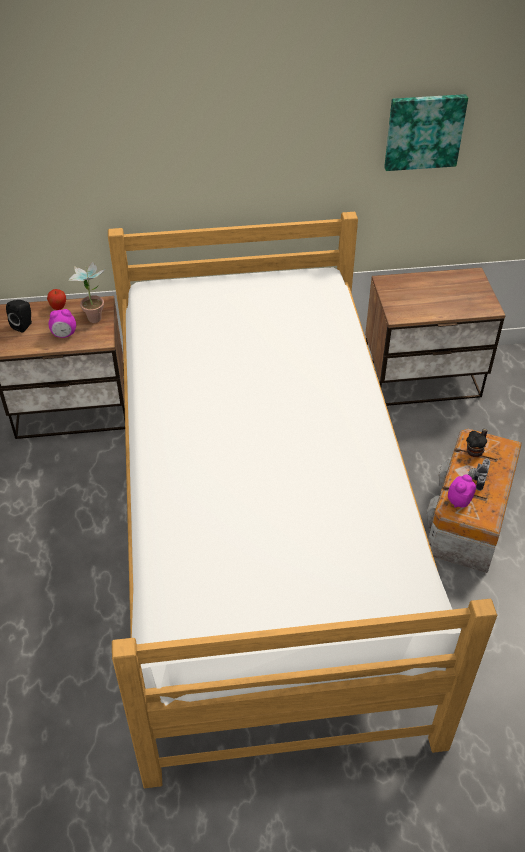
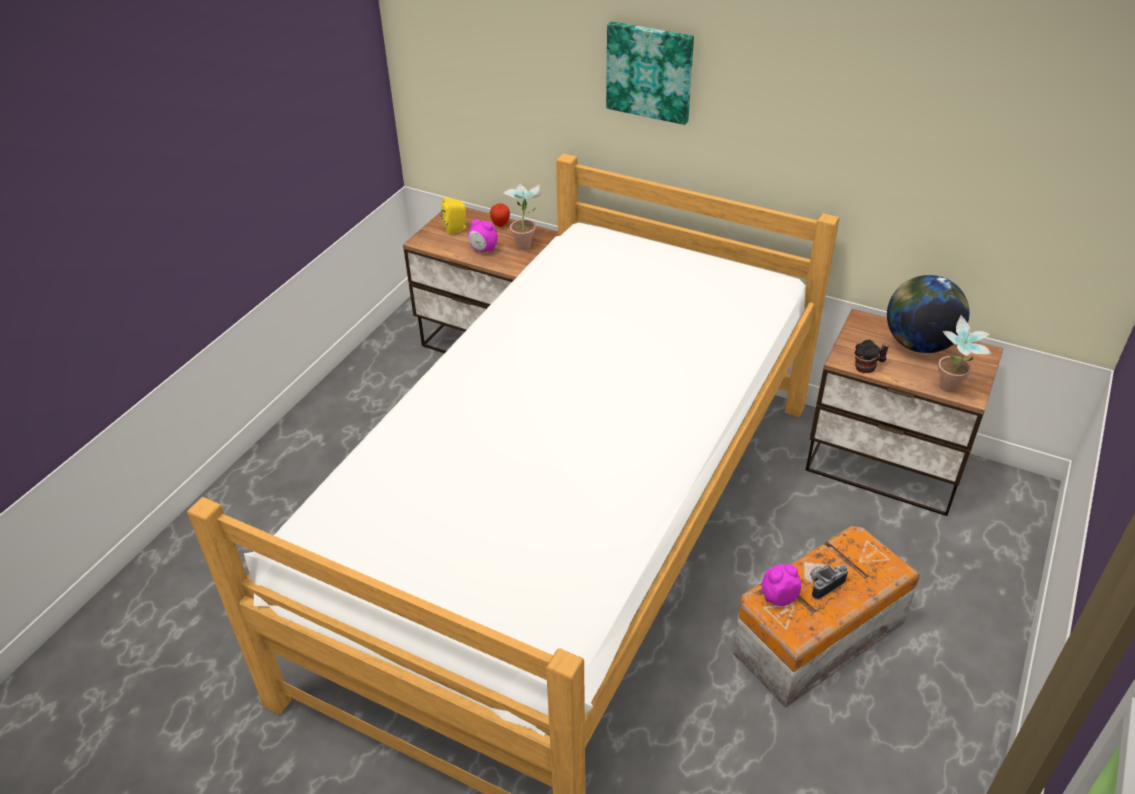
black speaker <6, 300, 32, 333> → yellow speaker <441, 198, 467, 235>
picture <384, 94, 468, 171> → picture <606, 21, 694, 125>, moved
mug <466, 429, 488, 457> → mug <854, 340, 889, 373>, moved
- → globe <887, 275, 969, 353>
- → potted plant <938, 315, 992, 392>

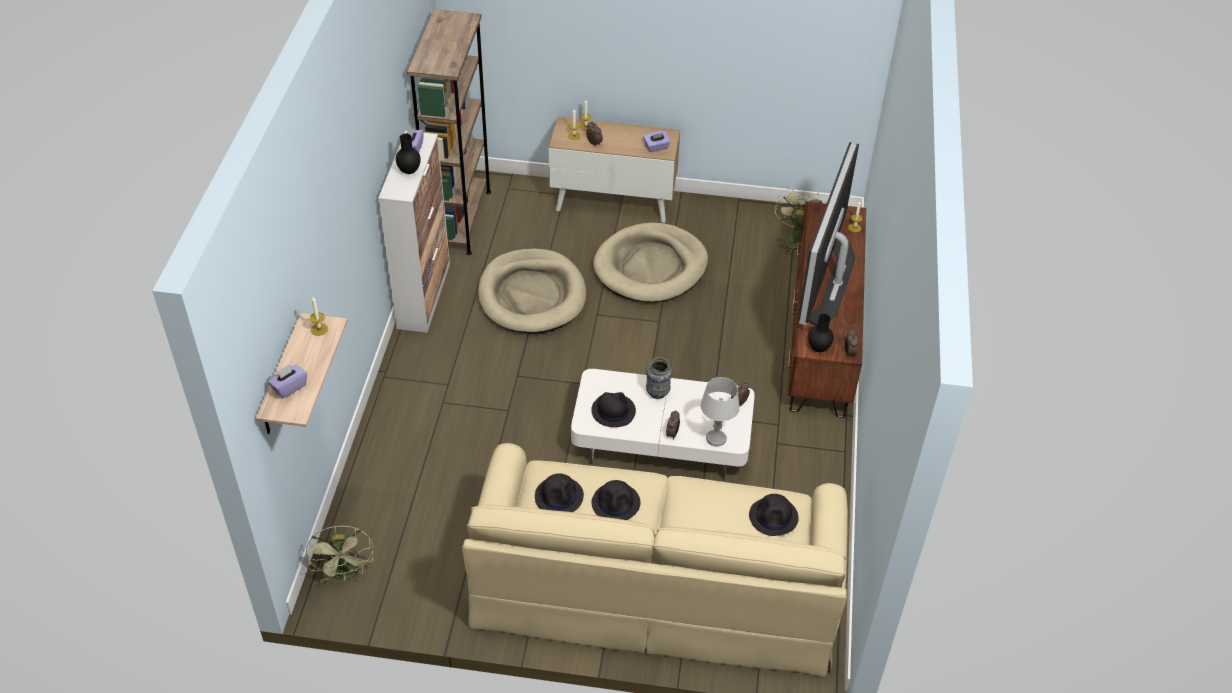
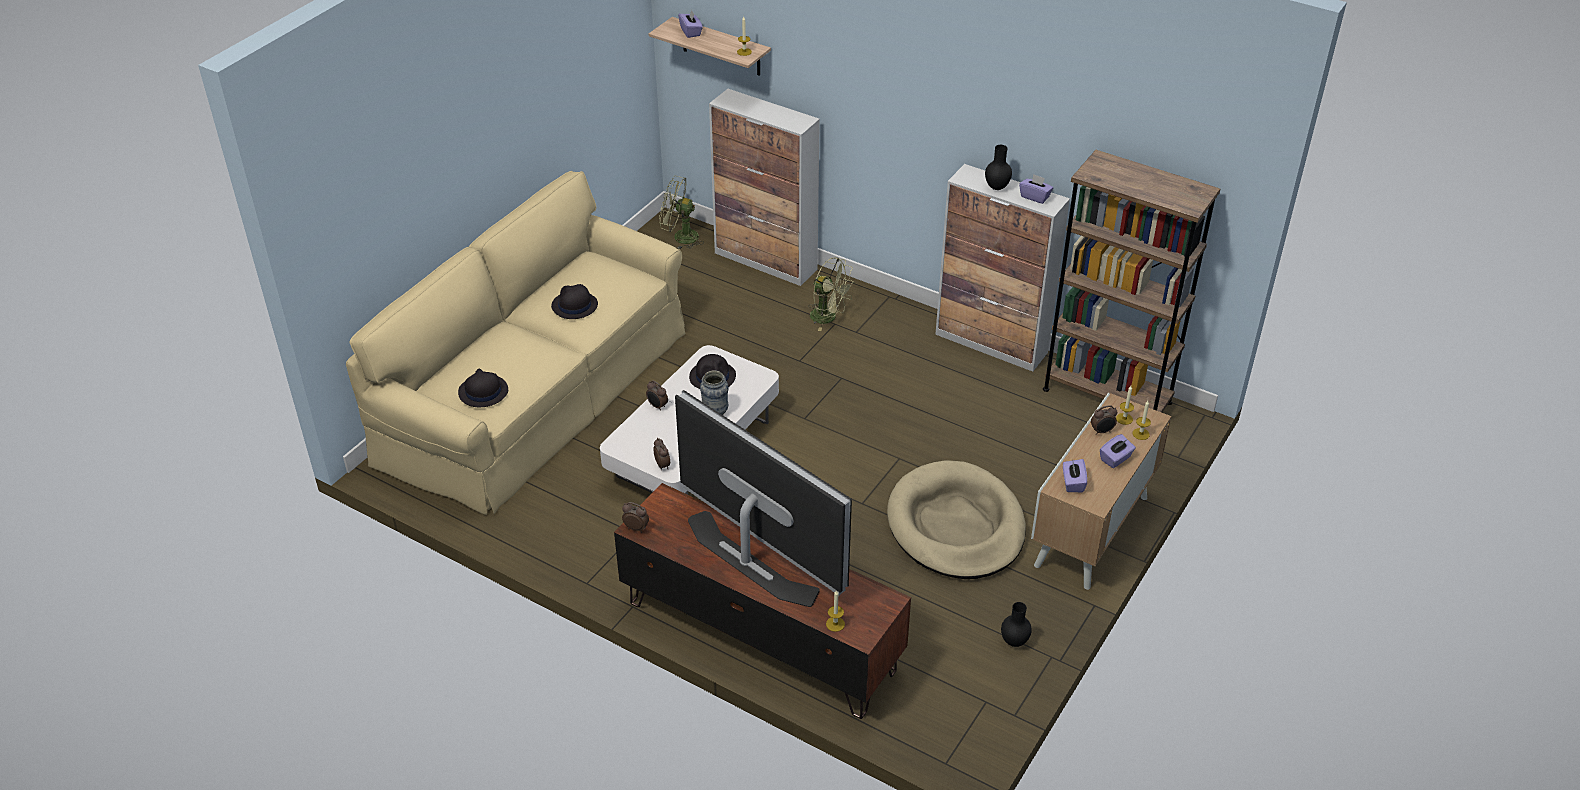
- → cabinet <709, 89, 820, 286>
green fan <775, 188, 827, 254> → green fan <808, 257, 855, 331>, moved
black vase <808, 314, 834, 352> → black vase <1001, 602, 1032, 647>, moved
- → purple tissue box <1100, 434, 1136, 468>
beige dog bed <478, 249, 586, 333> → -
black hat <535, 473, 584, 512> → -
grey table lamp <700, 377, 740, 446> → -

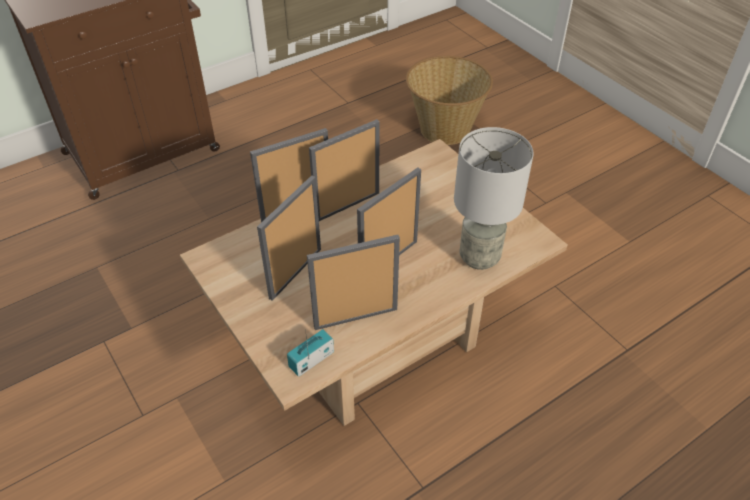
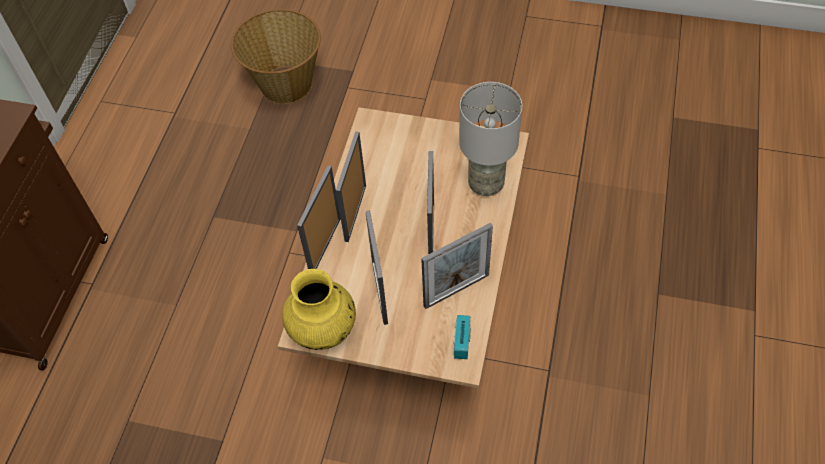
- → yellow vase <282, 269, 356, 350>
picture frame <307, 235, 400, 330> → picture frame <421, 222, 493, 309>, 150 degrees counterclockwise

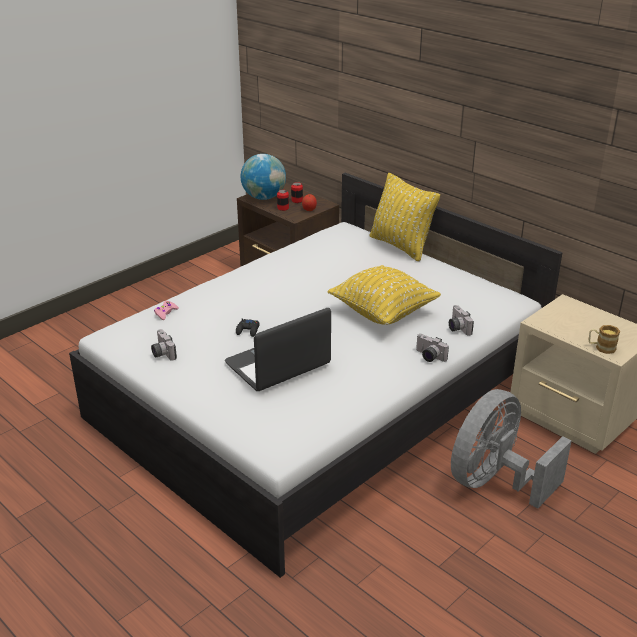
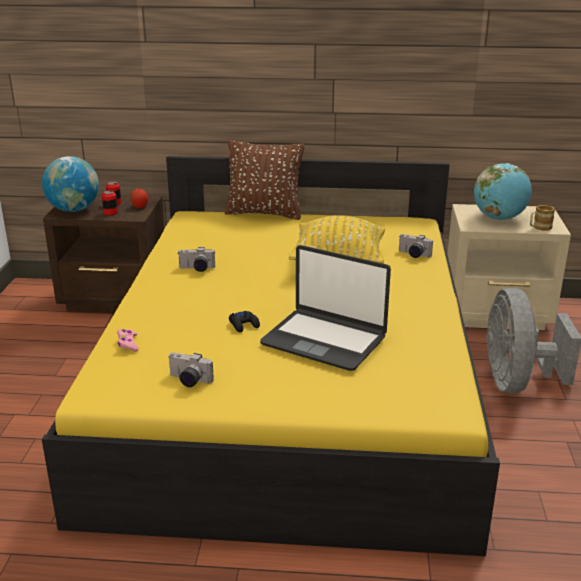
white bed <69, 173, 563, 578> → yellow bed <42, 156, 500, 556>
photo camera <416, 334, 449, 362> → photo camera <178, 247, 215, 272>, moved
yellow pillow <370, 173, 440, 262> → brown pillow <225, 140, 304, 220>
laptop <225, 308, 331, 391> → laptop <260, 245, 391, 371>, 75 degrees counterclockwise
- → globe <474, 163, 532, 220>

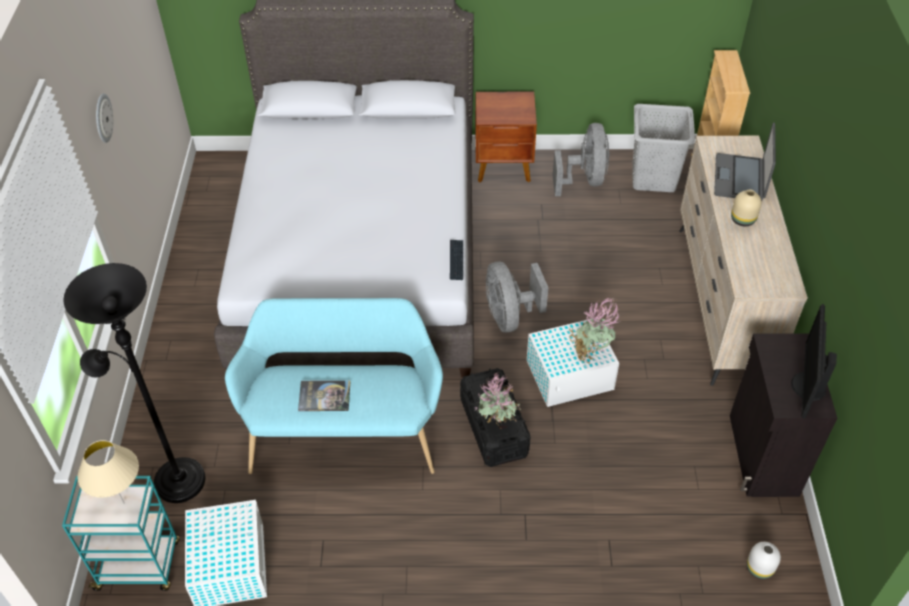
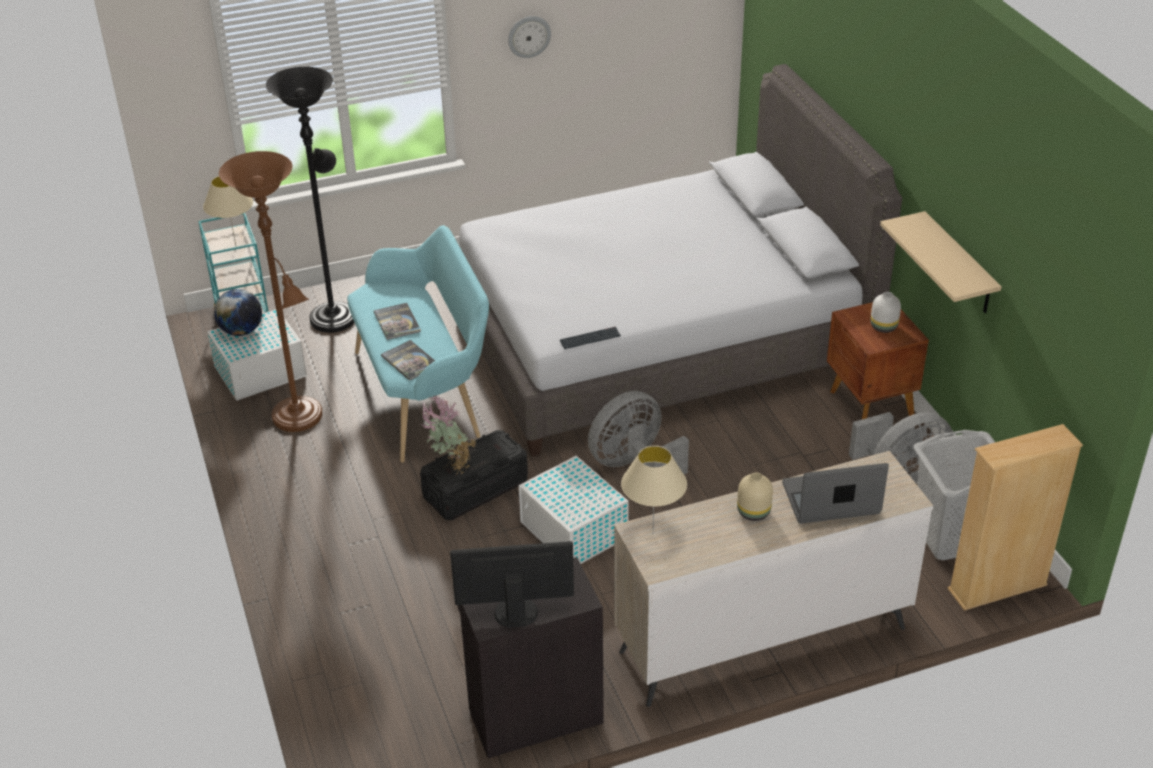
- → globe <214, 289, 262, 336>
- → brown floor lamp <219, 151, 323, 432>
- → book <381, 340, 435, 381>
- → beige table lamp <621, 445, 687, 533>
white vase <747, 542, 781, 579> → white vase <871, 292, 901, 333>, moved
- → beige shelf <880, 211, 1002, 313>
potted plant <569, 298, 621, 363> → -

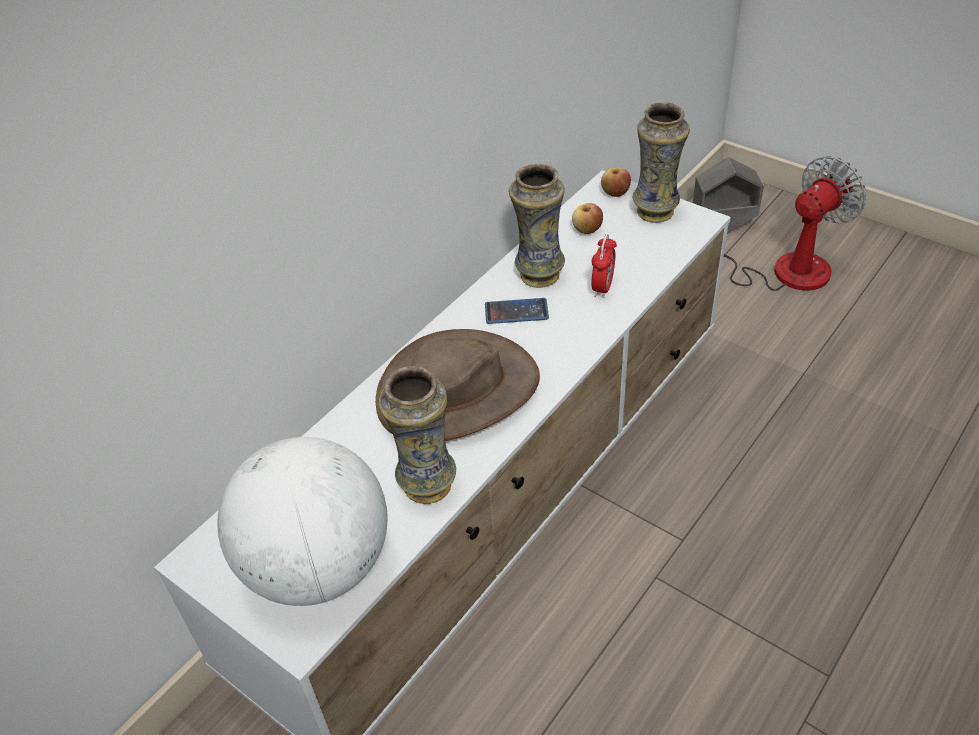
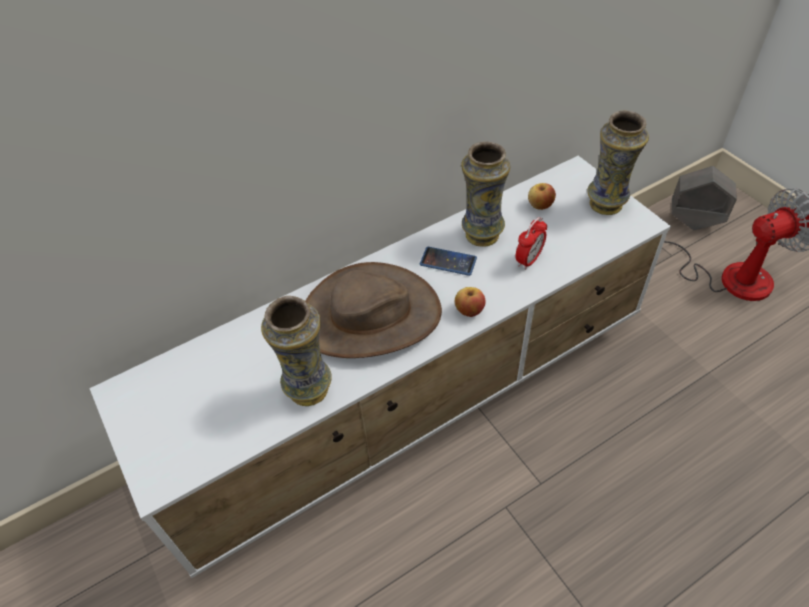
apple <601, 168, 631, 197> → apple <455, 287, 486, 317>, moved
globe <217, 437, 387, 606> → -

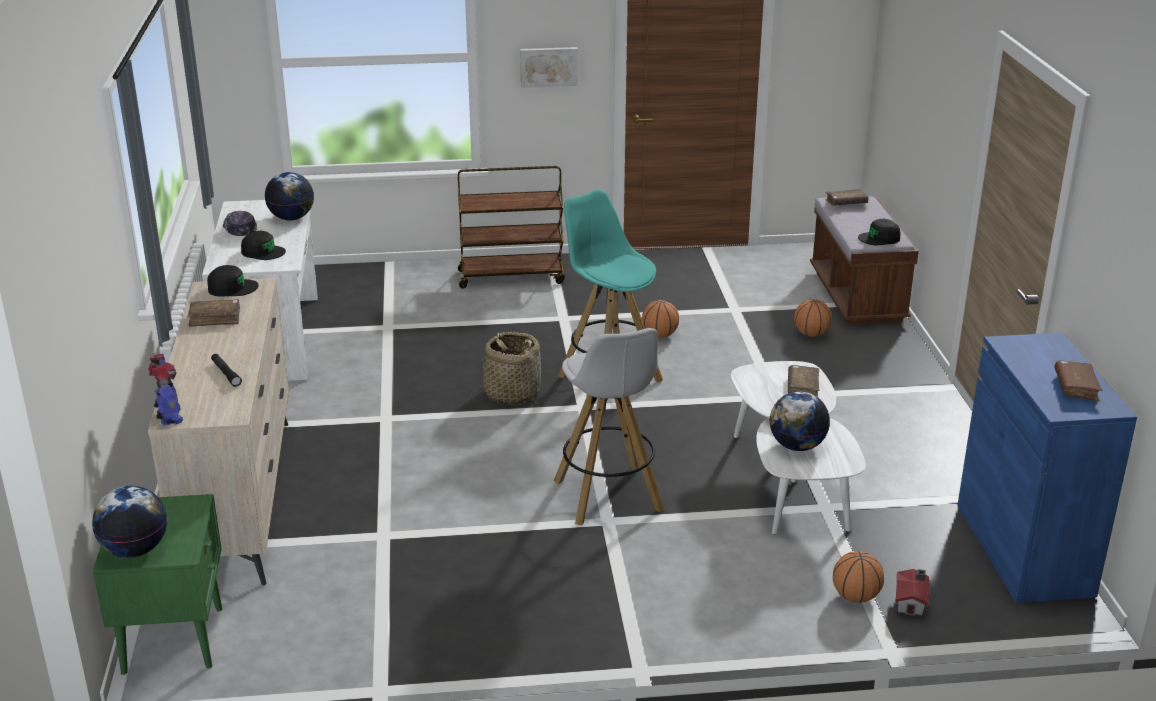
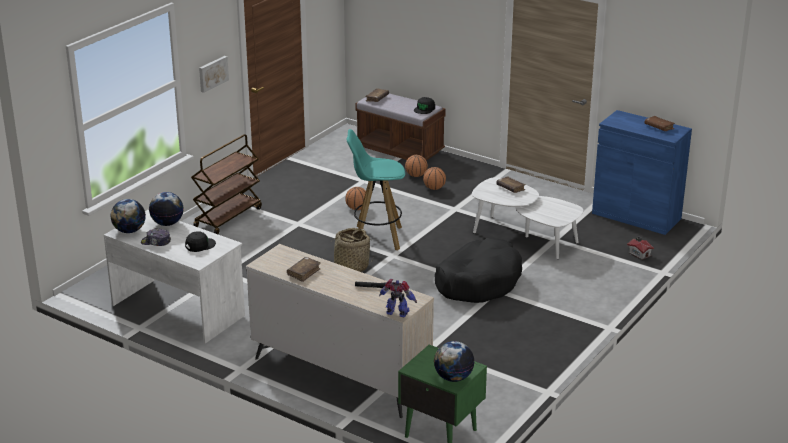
globe <769, 391, 830, 451> → globe <111, 199, 146, 233>, moved
basketball <833, 551, 884, 603> → basketball <423, 167, 446, 190>, moved
white stool <554, 328, 665, 525> → black dog bed <435, 238, 522, 303>
black cap <207, 265, 259, 297> → -

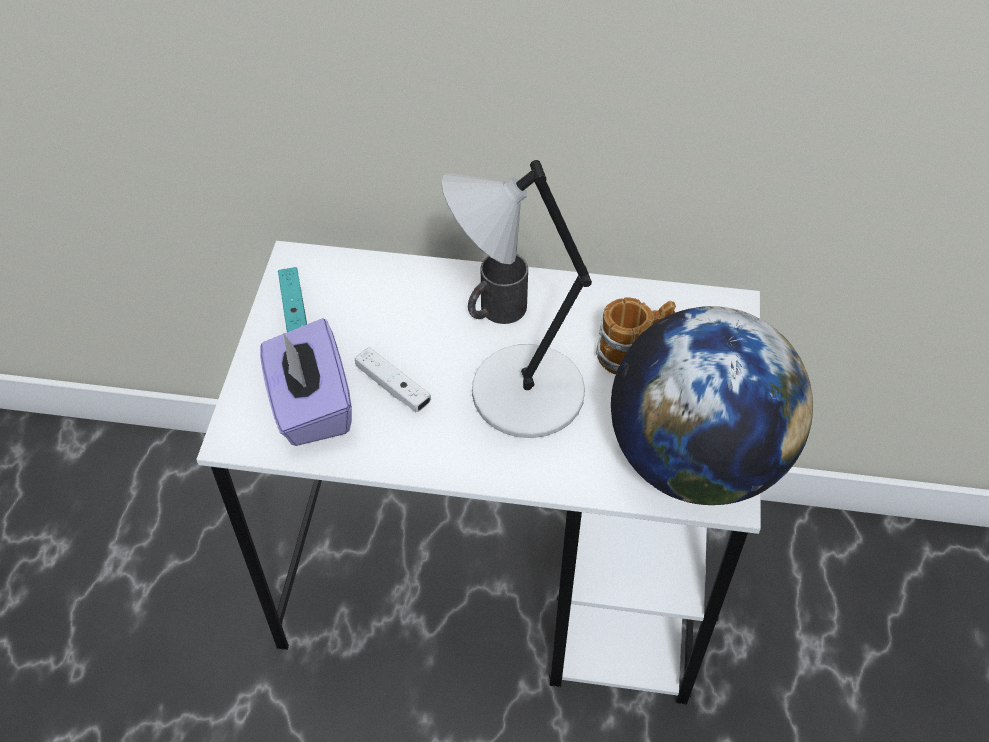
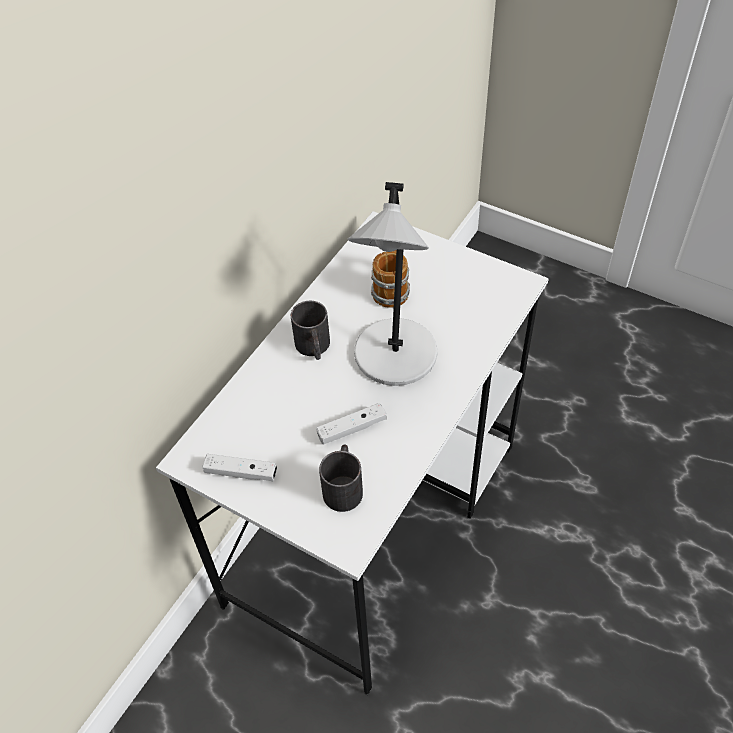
turquoise game controller <278, 267, 307, 332> → white game controller <202, 454, 277, 481>
purple tissue box <260, 318, 352, 446> → black mug <319, 445, 363, 512>
globe <611, 306, 813, 505> → -

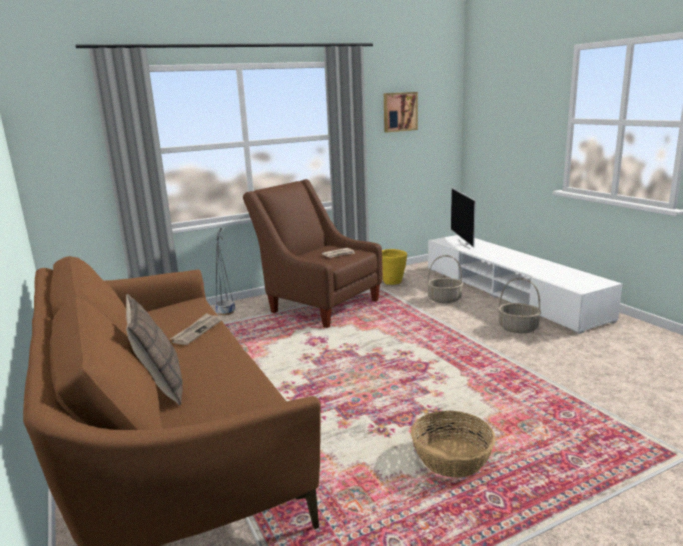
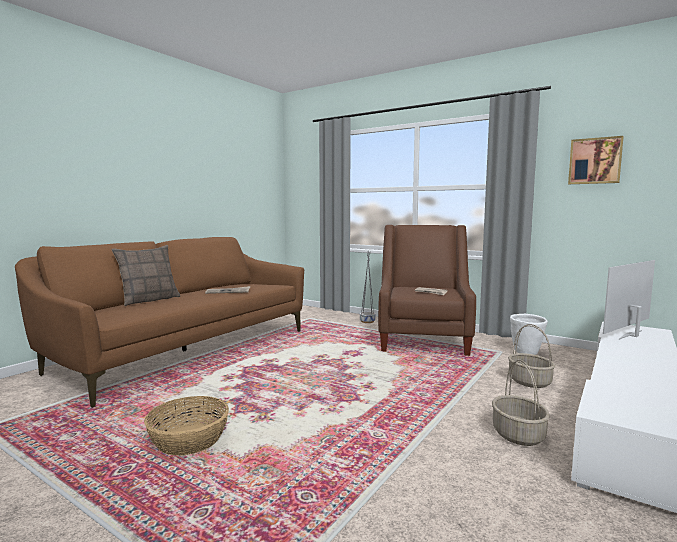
yellow planter <382, 249, 407, 285> → white planter <510, 314, 548, 355>

